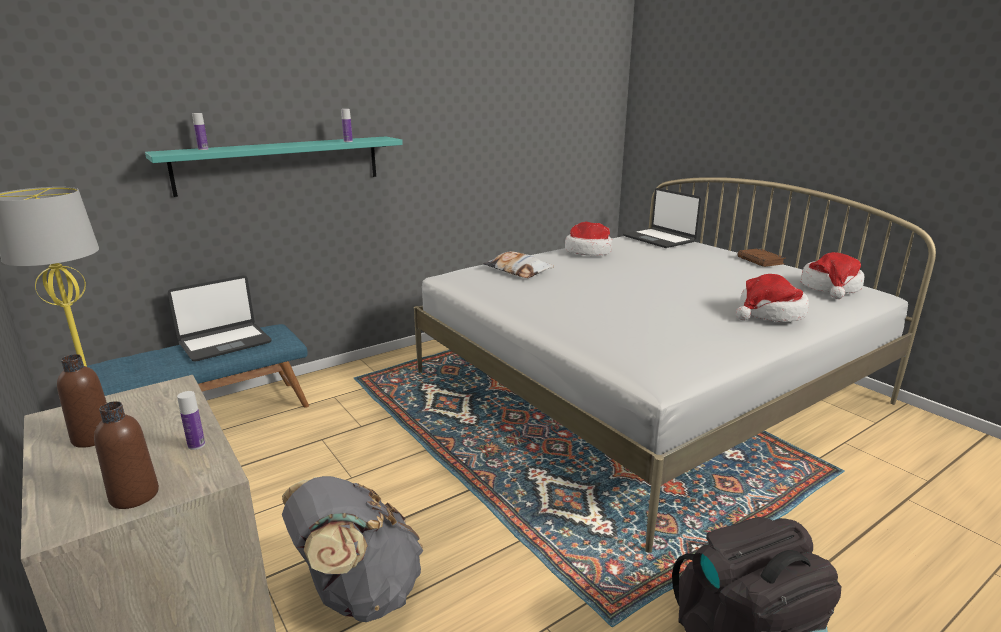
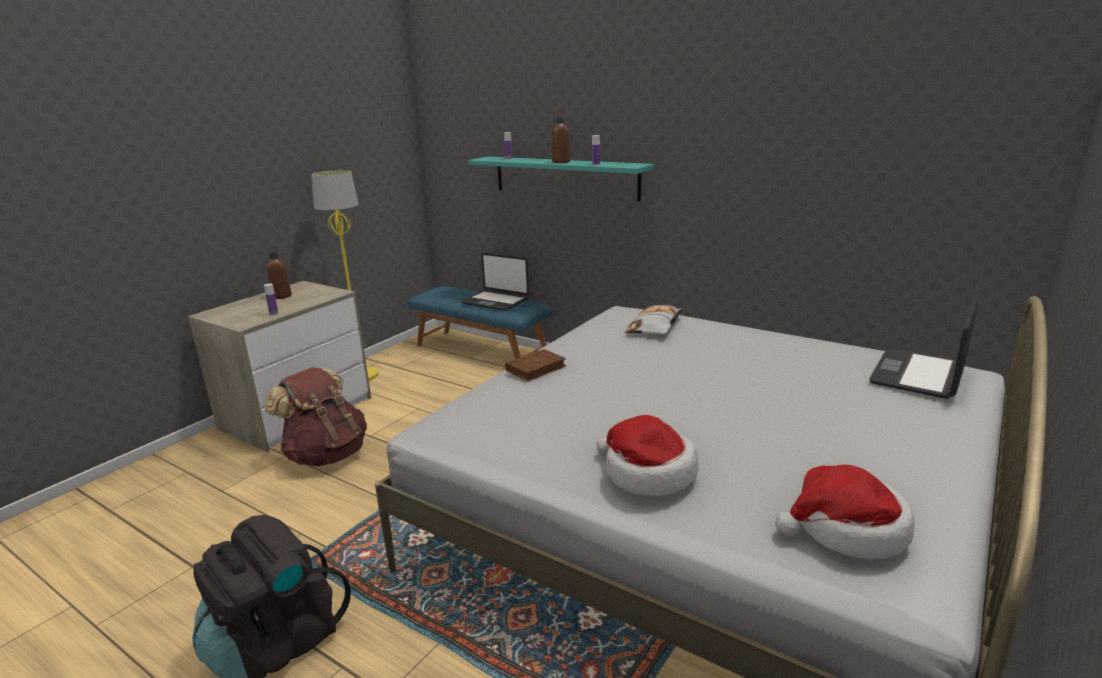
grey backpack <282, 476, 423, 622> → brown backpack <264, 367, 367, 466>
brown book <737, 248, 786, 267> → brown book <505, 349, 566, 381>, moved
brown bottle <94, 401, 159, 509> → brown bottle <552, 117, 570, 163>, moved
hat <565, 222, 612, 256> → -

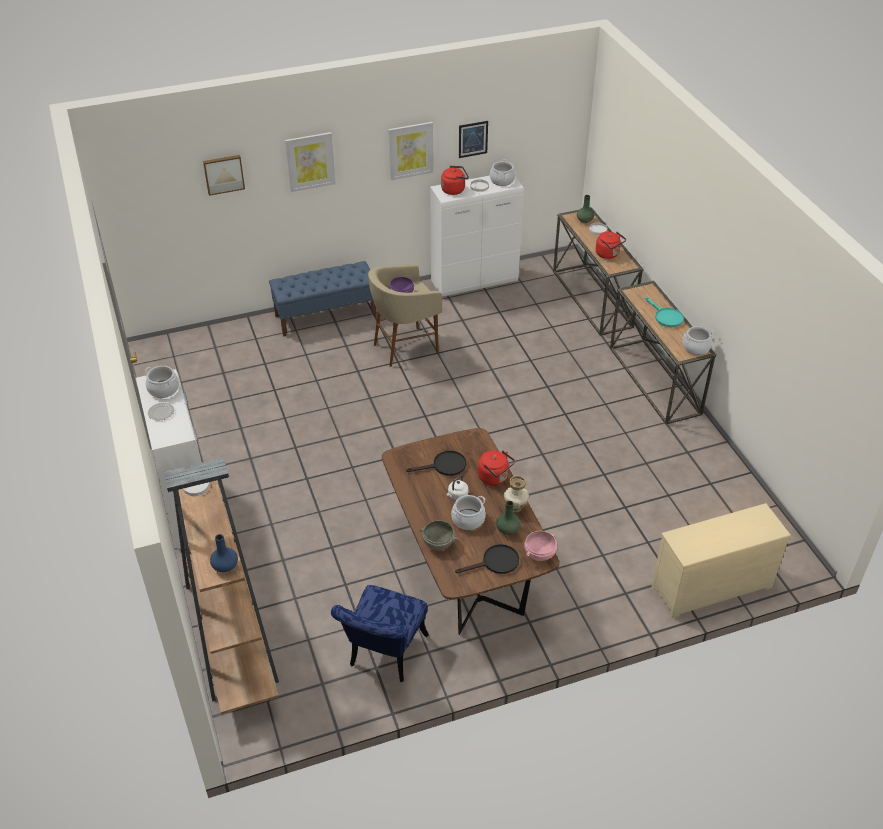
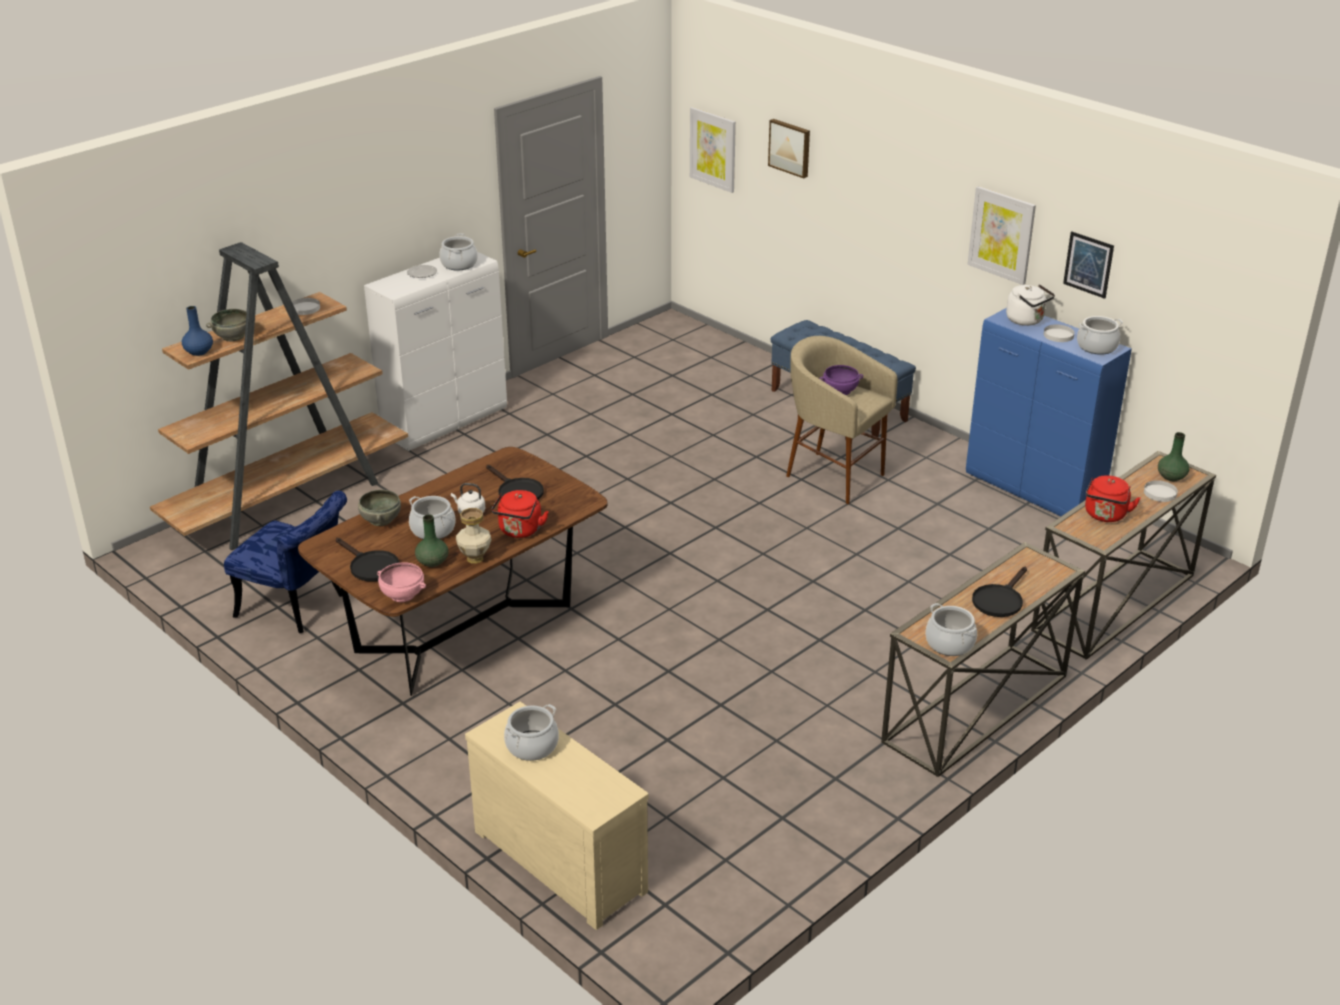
- → grey bowl <206, 309, 247, 341>
blue chair <331, 585, 429, 682> → blue chair <224, 490, 347, 633>, 150 degrees counterclockwise
- → cooking pot <504, 704, 559, 761>
picture <285, 132, 336, 192> → picture <690, 107, 736, 193>, moved
white cabinet <430, 176, 524, 297> → blue cabinet <966, 308, 1132, 516>
turquoise frying pan <645, 297, 684, 327> → black frying pan <972, 567, 1027, 617>
red kettle <441, 166, 469, 195> → white kettle <1006, 284, 1055, 326>

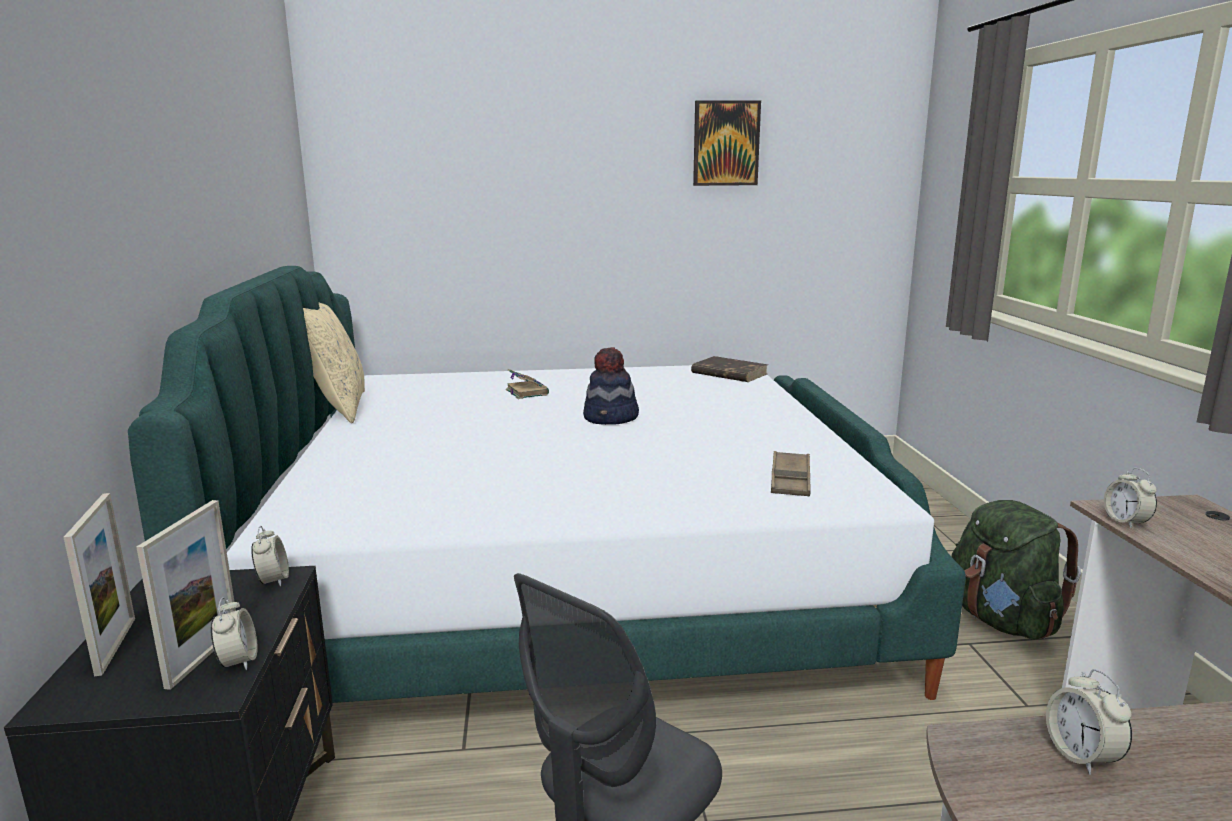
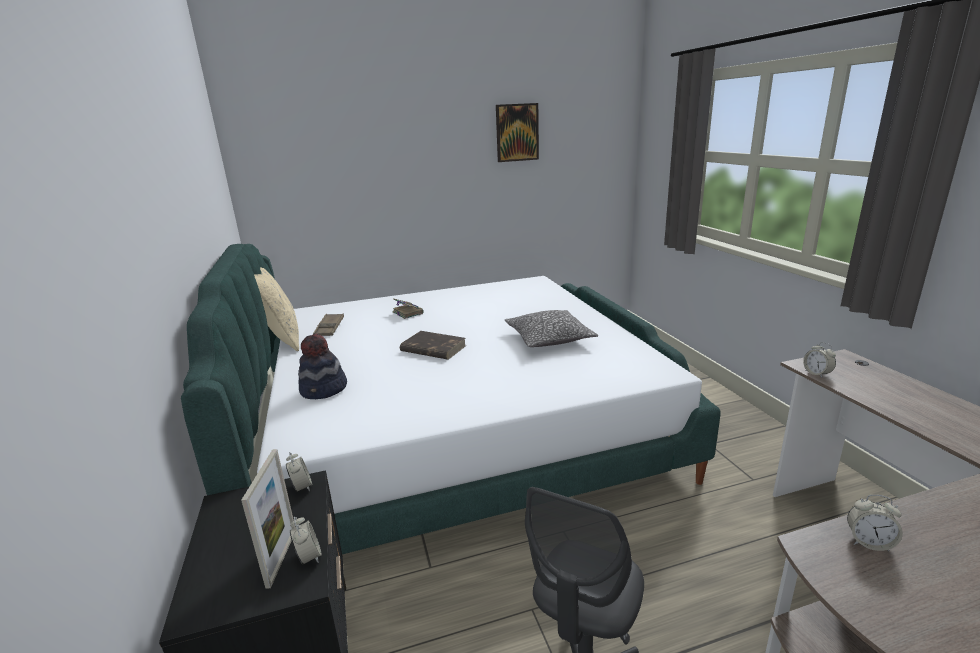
hat <583, 347, 639, 425> → hat <298, 333, 347, 399>, moved
brown tray <771, 451, 811, 496> → brown tray <313, 314, 344, 336>, moved
brown book <691, 356, 768, 382> → brown book <400, 331, 466, 360>, moved
- → pillow <505, 310, 598, 347>
alarm clock <1046, 669, 1132, 775> → alarm clock <847, 495, 903, 551>, 45 degrees counterclockwise
picture frame <63, 493, 135, 676> → -
green backpack <951, 500, 1081, 640> → -

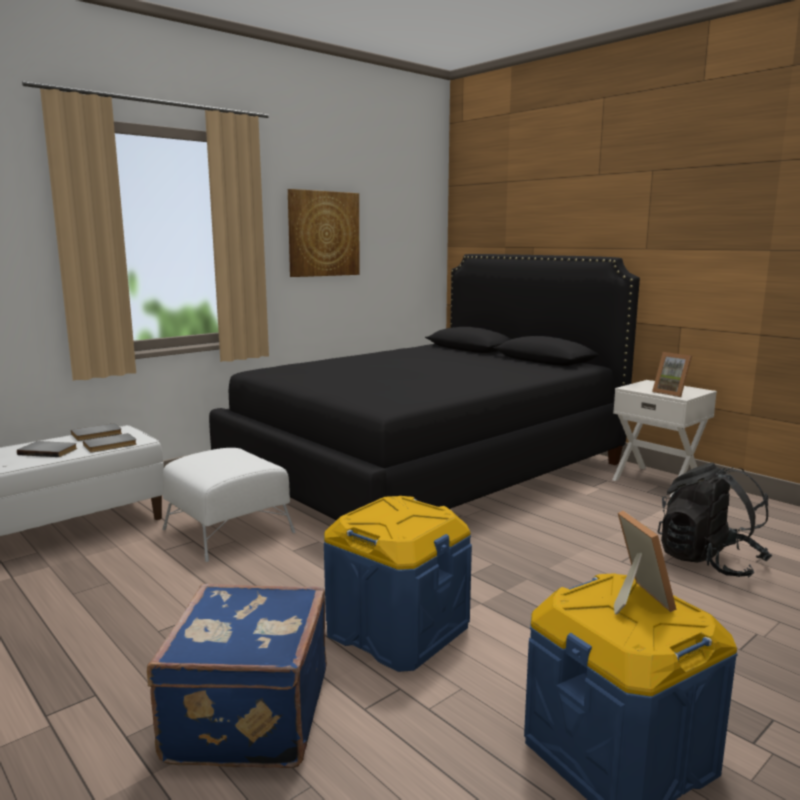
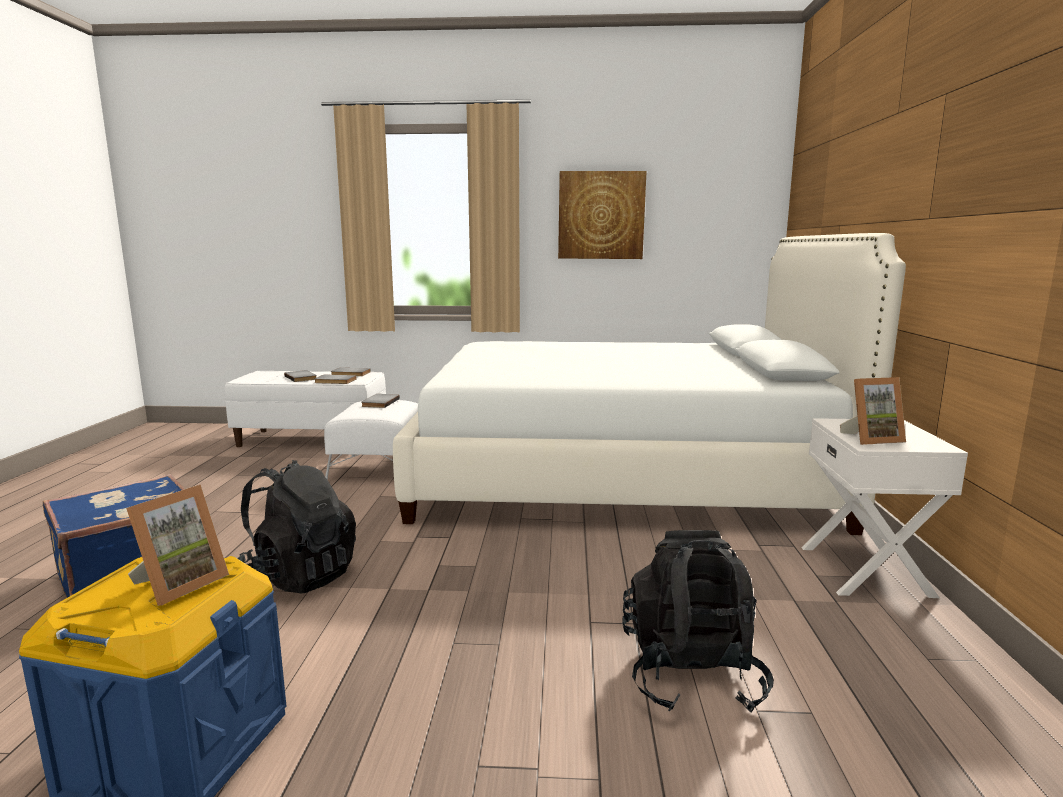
blue storage box <324, 496, 472, 672> → black backpack <237, 460, 356, 593>
- → grey book <361, 394, 400, 408>
black bed <209, 254, 640, 520> → white bed <393, 233, 906, 535>
picture frame <652, 352, 692, 397> → picture frame <840, 377, 906, 445>, 105 degrees counterclockwise

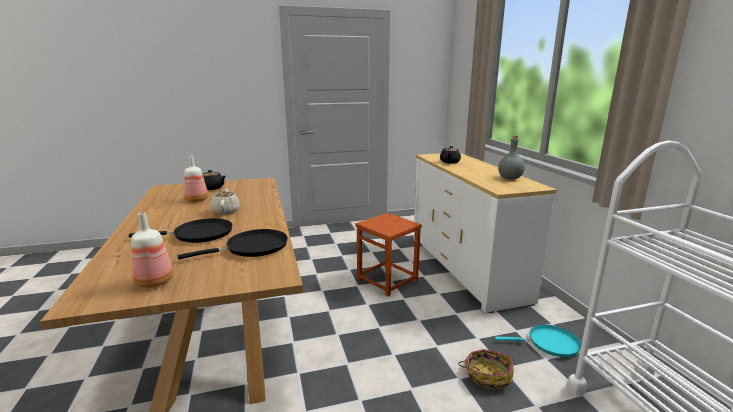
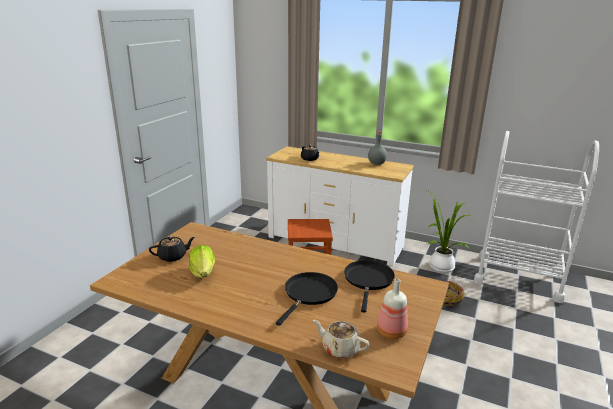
bottle <184, 156, 208, 202> → lettuce <189, 245, 215, 278>
beige teapot <210, 188, 240, 215> → beige teapot <313, 320, 369, 358>, moved
turquoise frying pan <495, 324, 581, 357> → potted plant <426, 190, 471, 273>

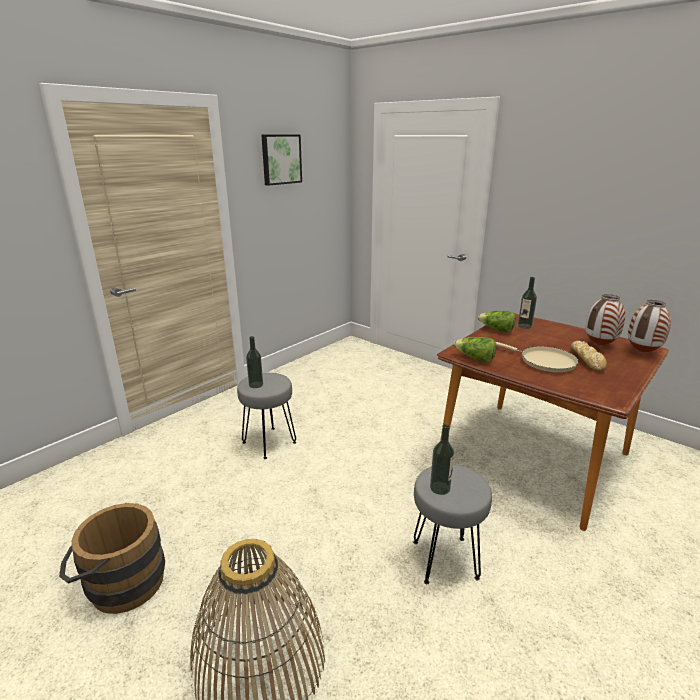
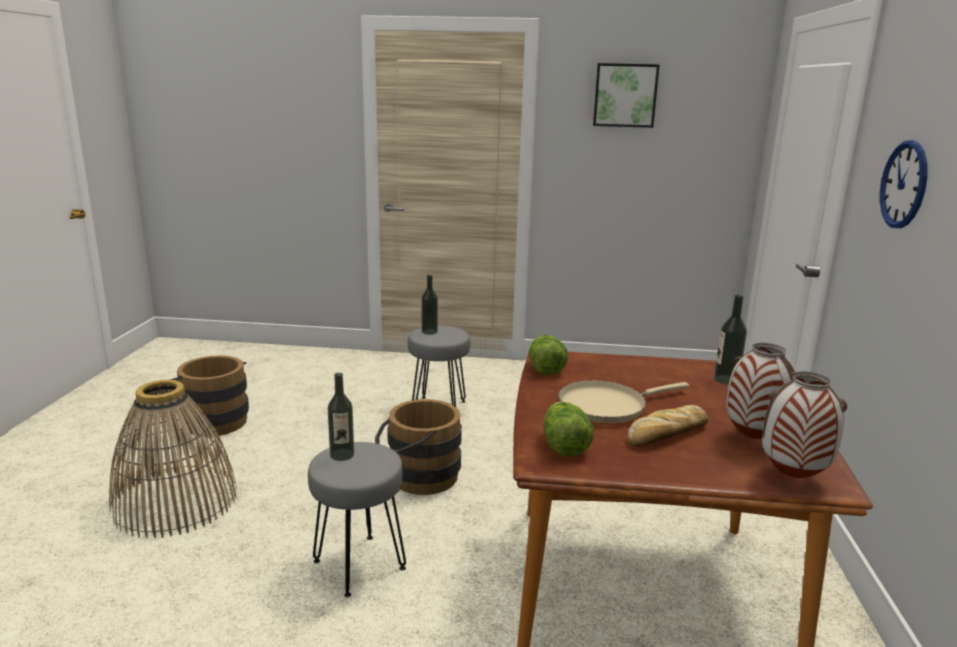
- → brown bucket <375, 399, 462, 495>
lettuce <478, 311, 515, 333> → lettuce <543, 402, 594, 457>, moved
beige frying pan <496, 342, 579, 372> → beige frying pan <558, 380, 689, 423>, 60 degrees clockwise
- → wall clock <880, 140, 928, 228>

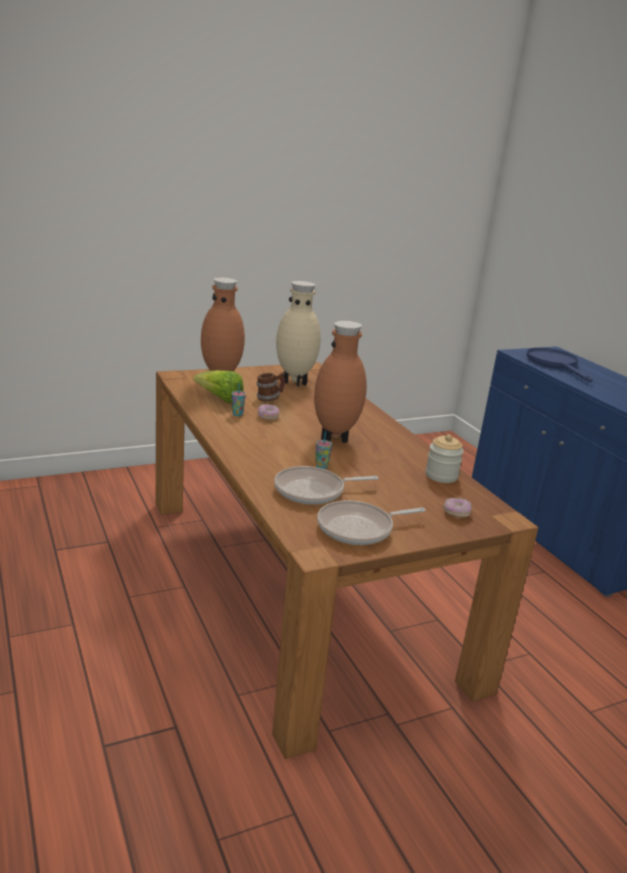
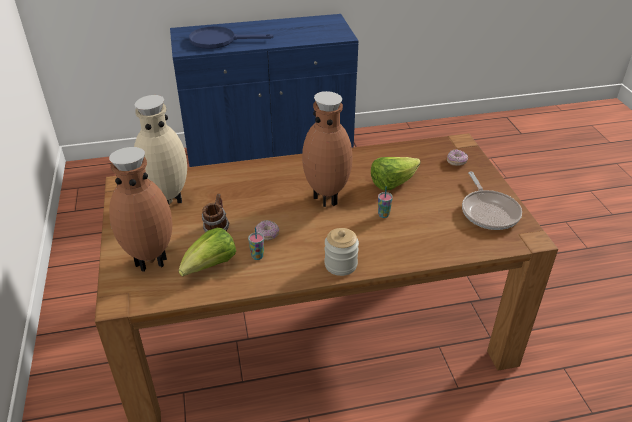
jar <426, 434, 464, 483> → jar <324, 228, 359, 276>, moved
- → lettuce <371, 157, 421, 191>
frying pan <274, 466, 379, 505> → -

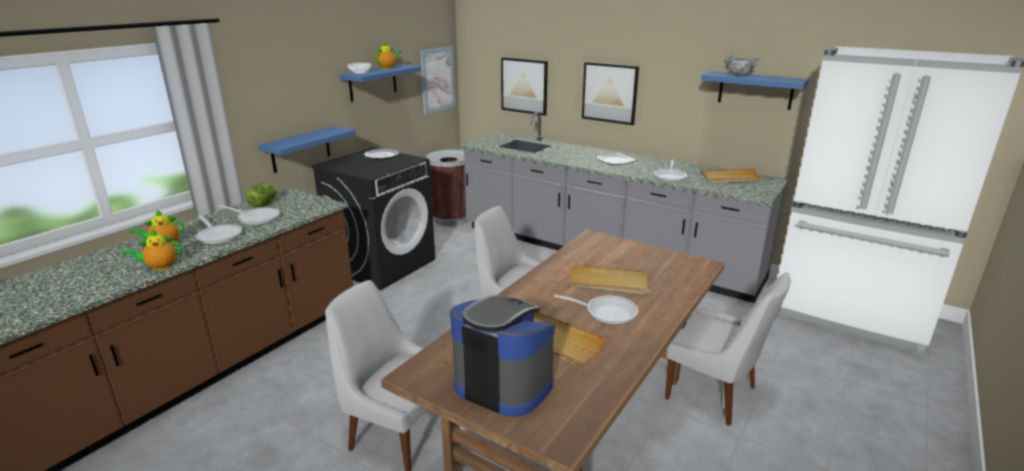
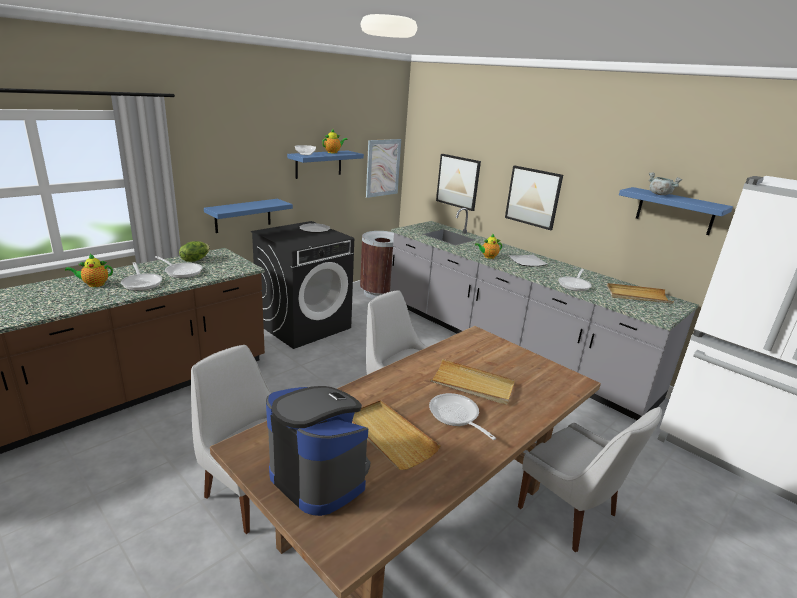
frying pan <554, 294, 638, 325> → frying pan <429, 393, 496, 440>, 150 degrees counterclockwise
teapot <122, 229, 182, 270> → teapot <475, 234, 502, 259>, moved

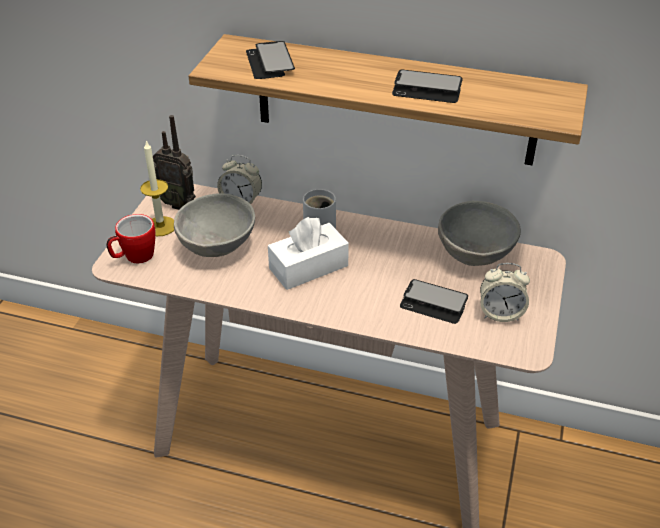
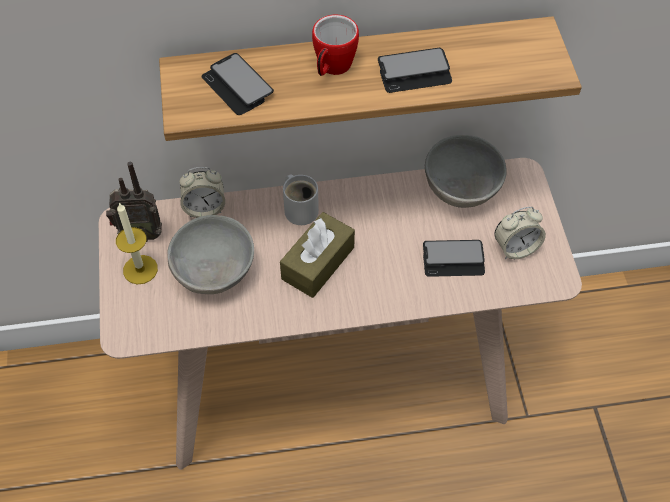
white tissue box <268, 217, 349, 290> → brown tissue box <280, 212, 355, 298>
mug <106, 214, 156, 263> → mug <312, 15, 359, 76>, moved

